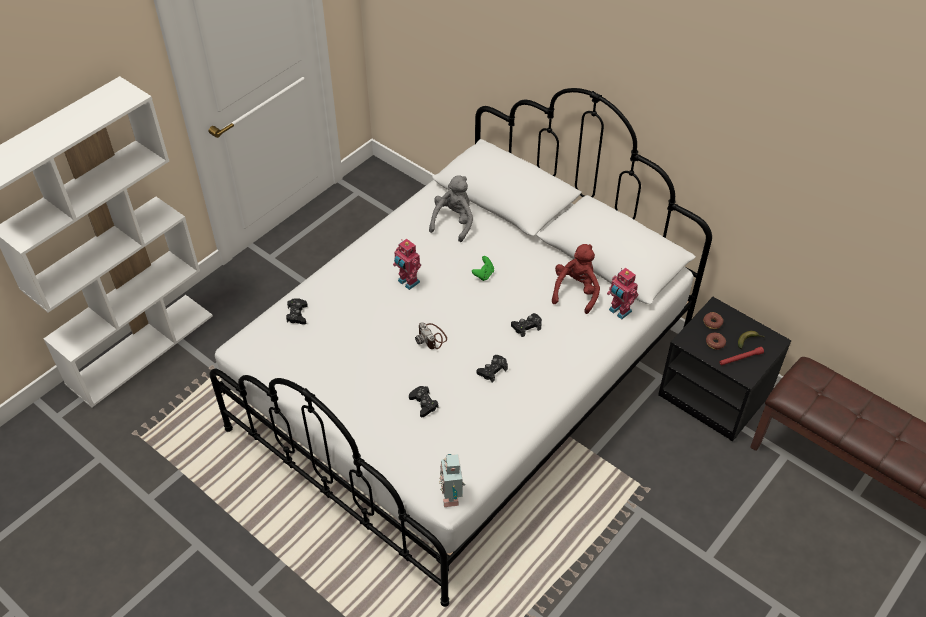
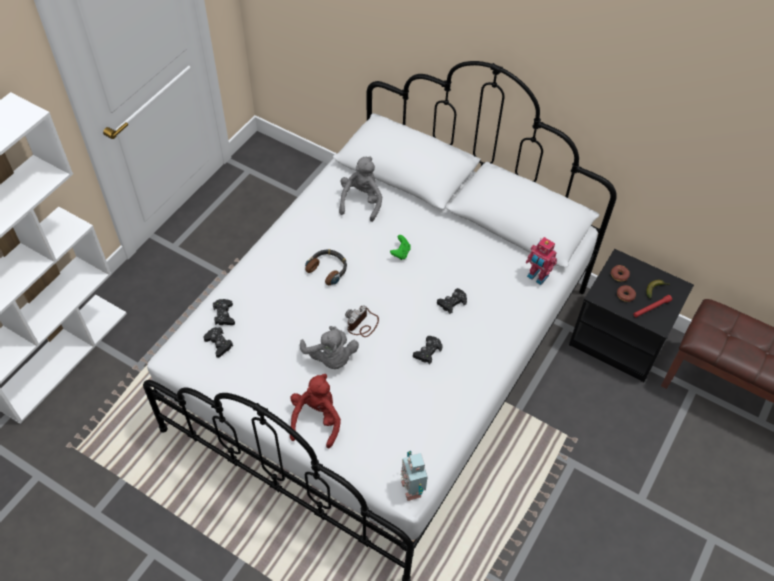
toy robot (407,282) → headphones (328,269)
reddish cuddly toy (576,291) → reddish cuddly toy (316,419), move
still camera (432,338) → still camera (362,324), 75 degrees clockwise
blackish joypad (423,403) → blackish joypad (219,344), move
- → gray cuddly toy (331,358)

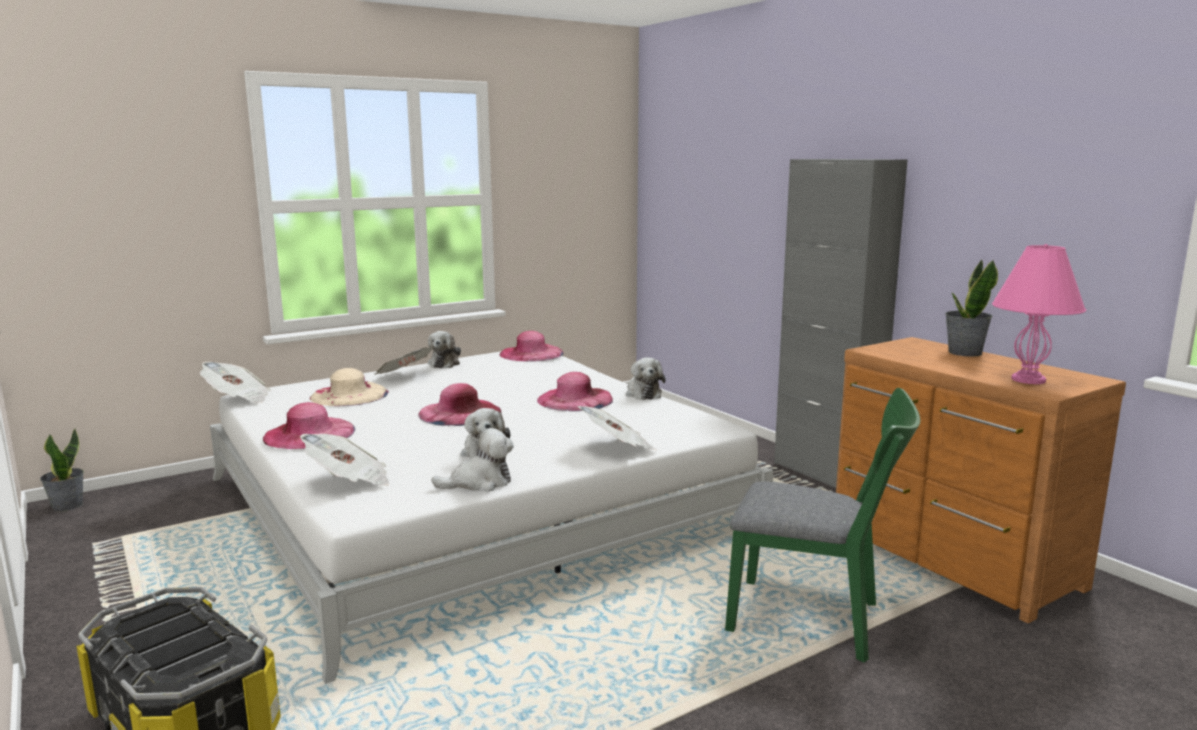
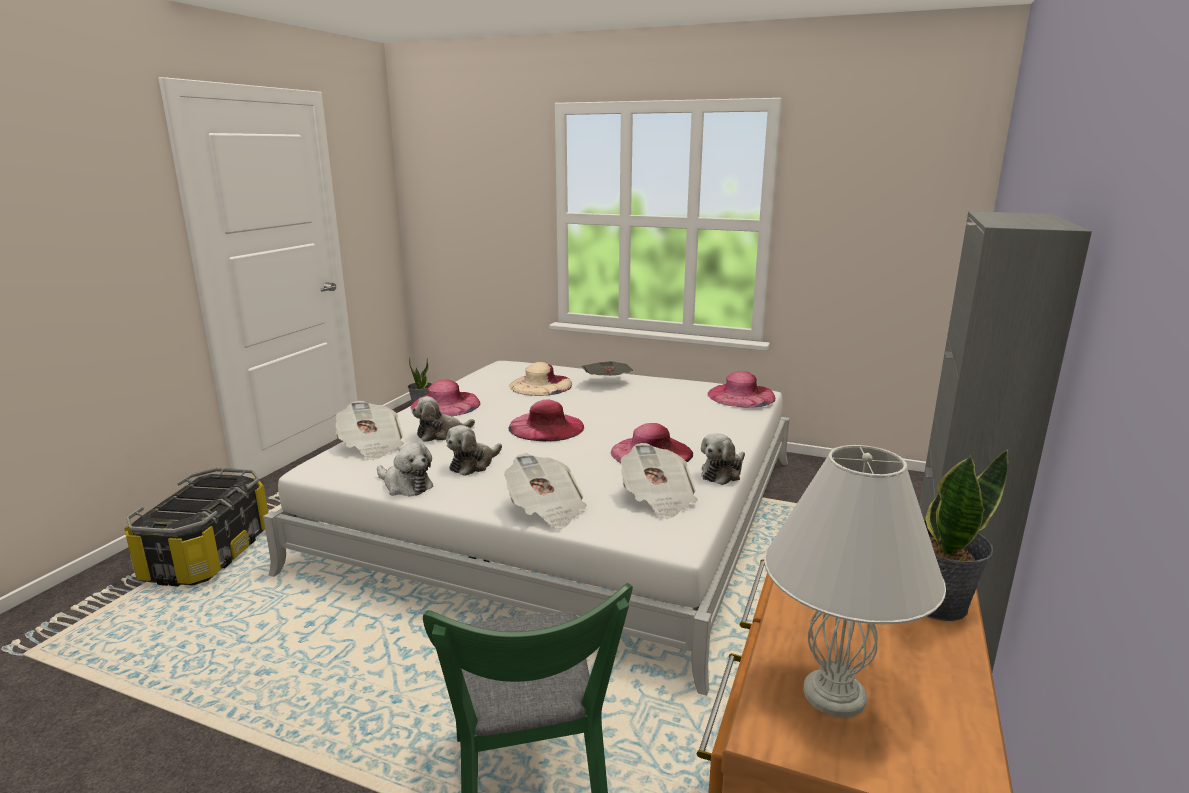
pink-coloured tabletop lamp (1028,379) → whitish tabletop lamp (835,694)
cuddly toy (445,363) → cuddly toy (441,434), move
daily paper (238,399) → daily paper (658,499), move

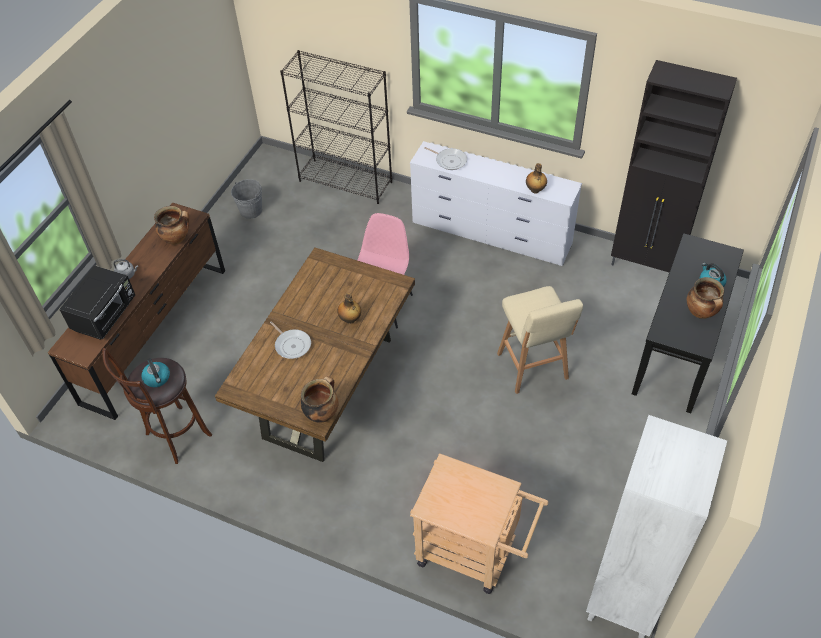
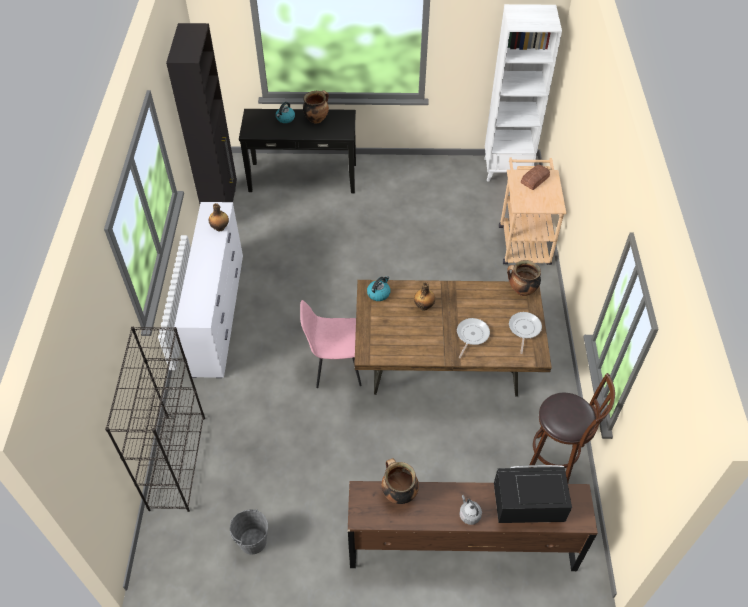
pan (449,160) → pan (524,329), move
beige stool seat (533,368) → -
tea kettle (157,378) → tea kettle (378,293), move
- → baked bread (535,180)

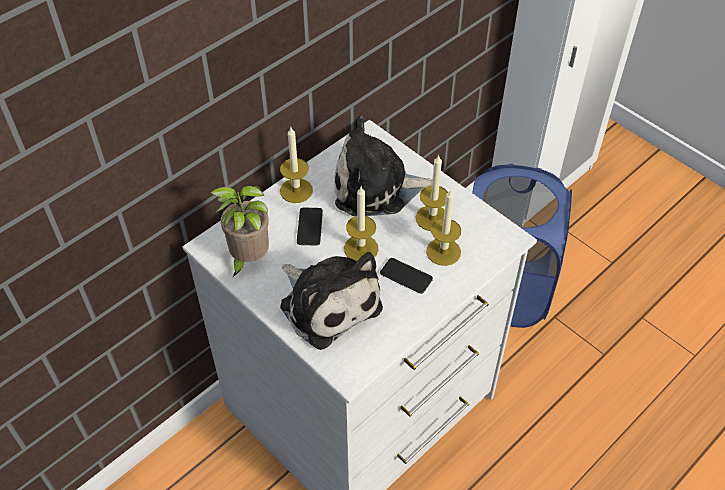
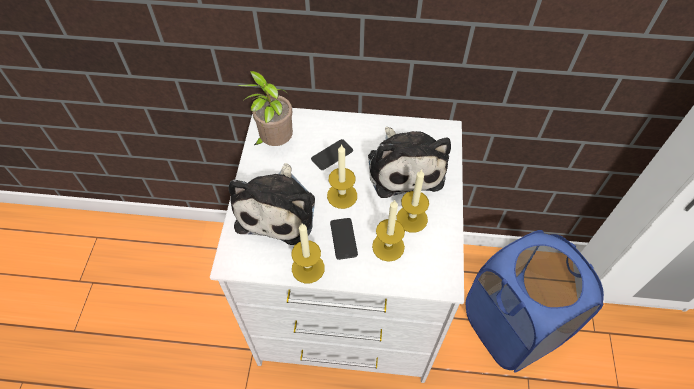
cuddly toy (376,187) → cuddly toy (404,167), 150 degrees counterclockwise
wax candle (296,190) → wax candle (308,268), move

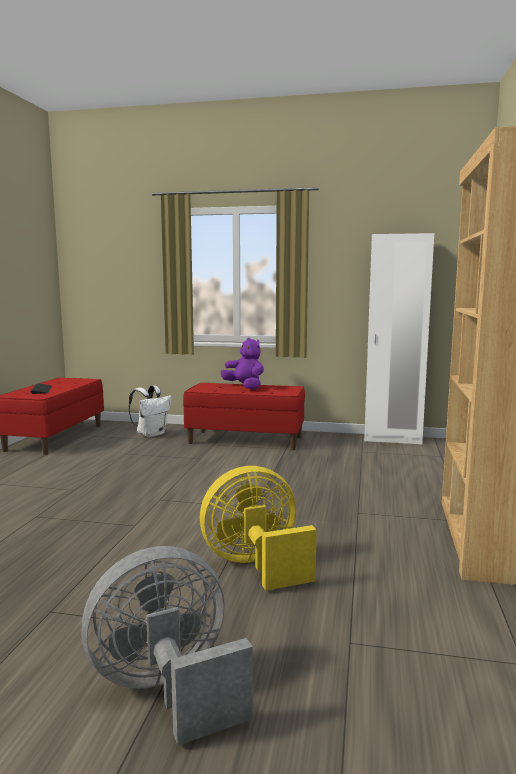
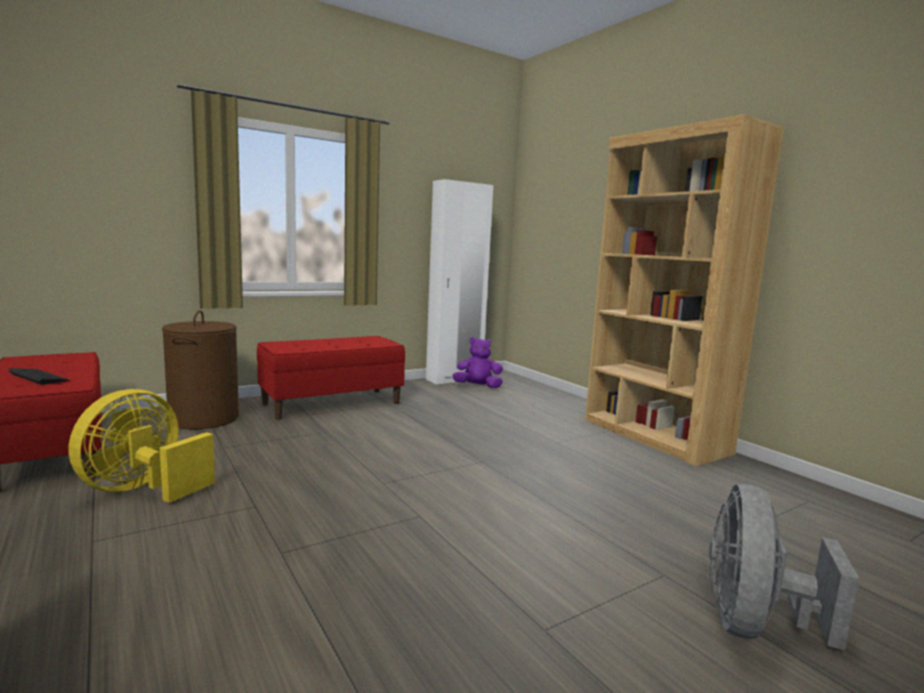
purple-coloured cuddly toy (245,387) → purple-coloured cuddly toy (478,386), move
whitish rucksack (151,434) → brown-coloured laundry basket (204,419)
yellow-coloured cooling fan (256,565) → yellow-coloured cooling fan (143,489), move

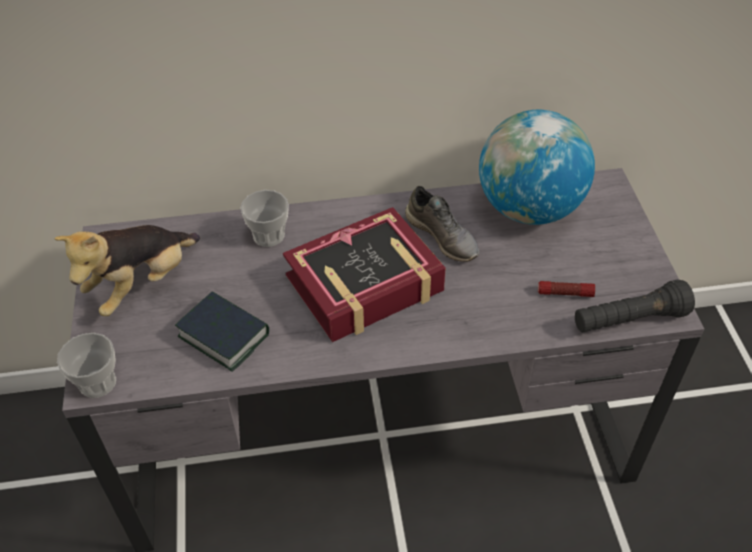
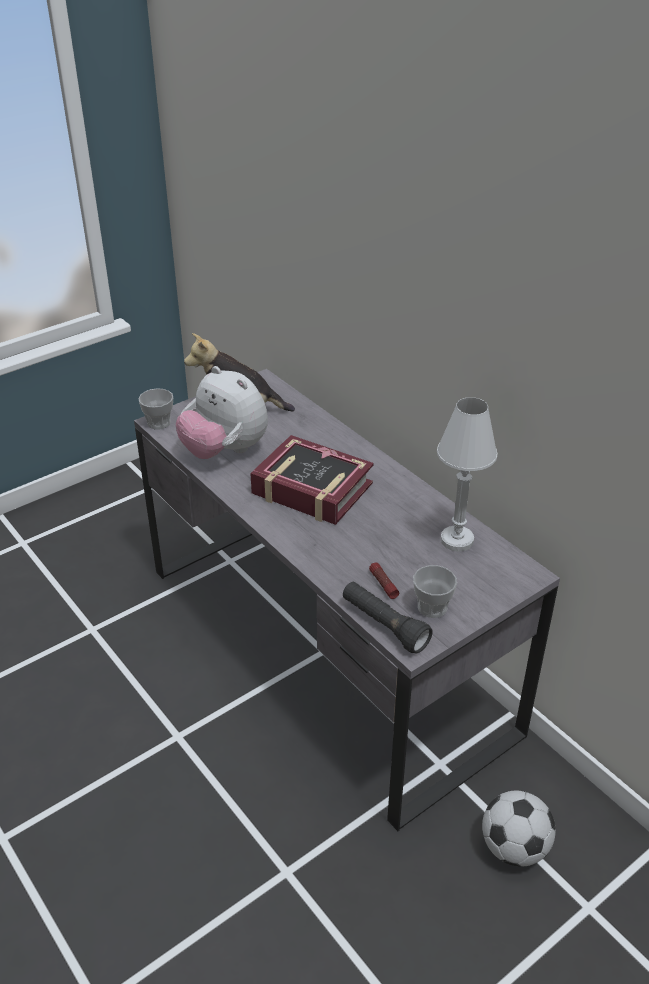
desk globe (528,209) → whitish tabletop lamp (457,540)
gray item of footwear (443,236) → -
cup (268,235) → cup (432,607), move
book (224,335) → cuddly toy (225,451)
- → ball for football (514,847)

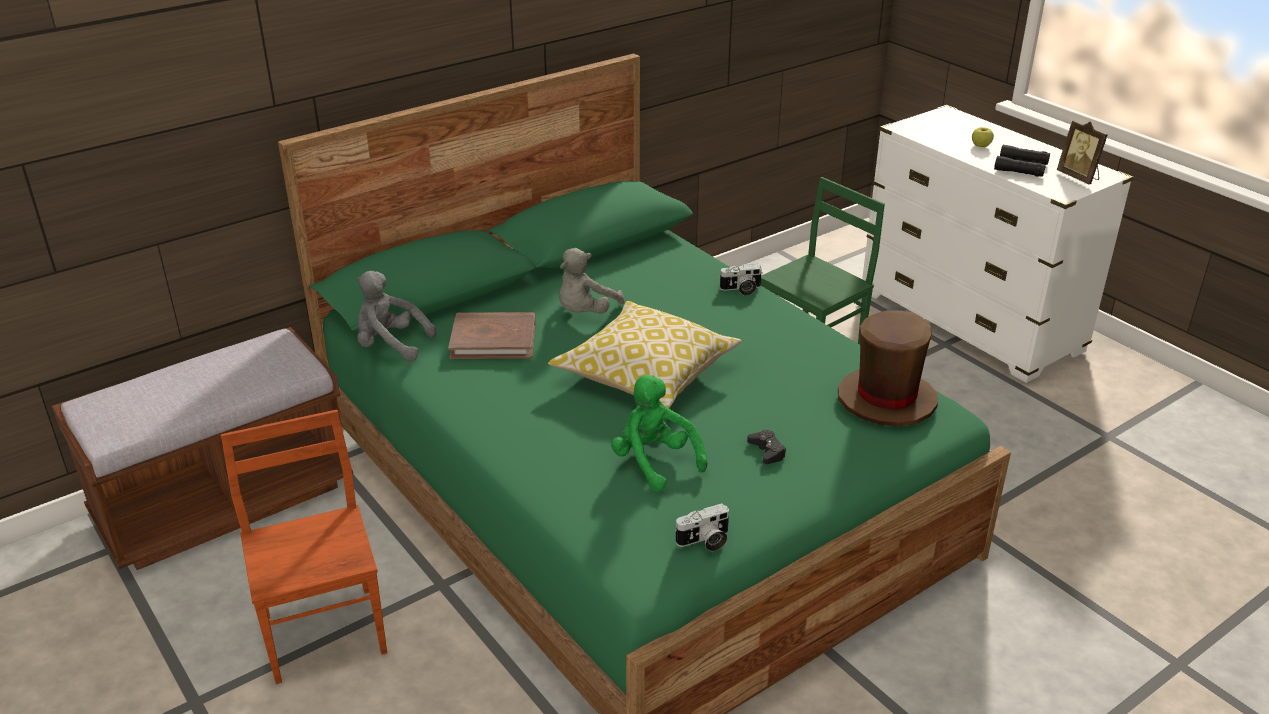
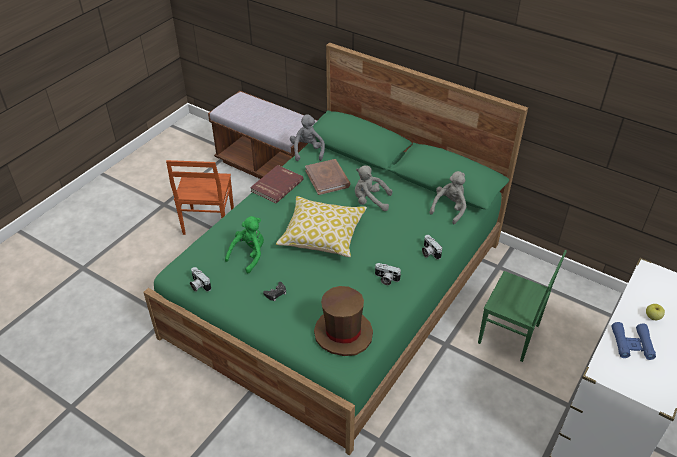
photo frame (1079,177) → -
blackish binoculars (1021,167) → blue binoculars (632,344)
brown-coloured upright chair (326,632) → brown-coloured upright chair (207,222), 135 degrees clockwise
- → reddish book (276,185)
- → gray cuddly toy (449,208)
- → still camera (386,279)

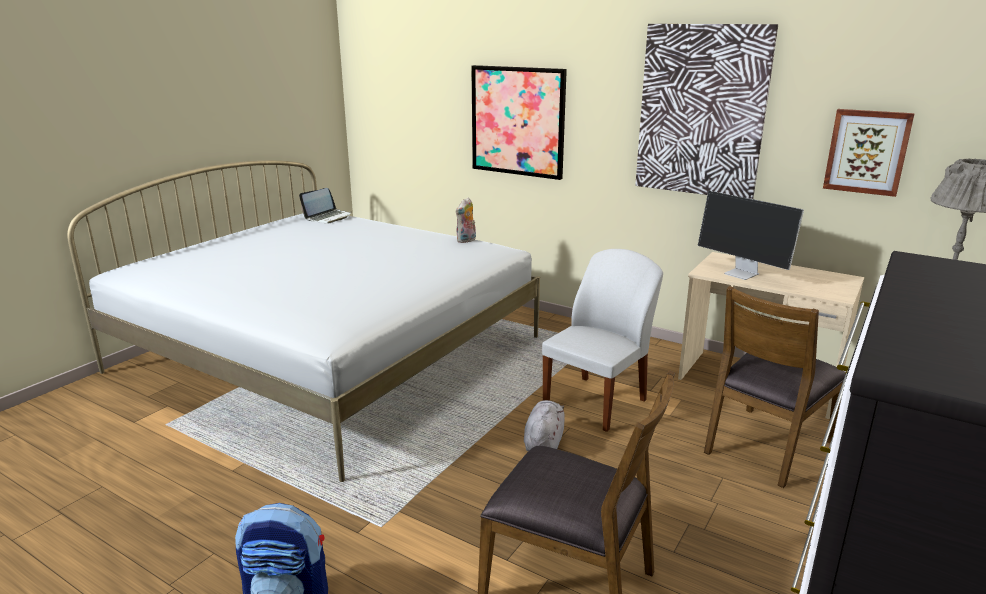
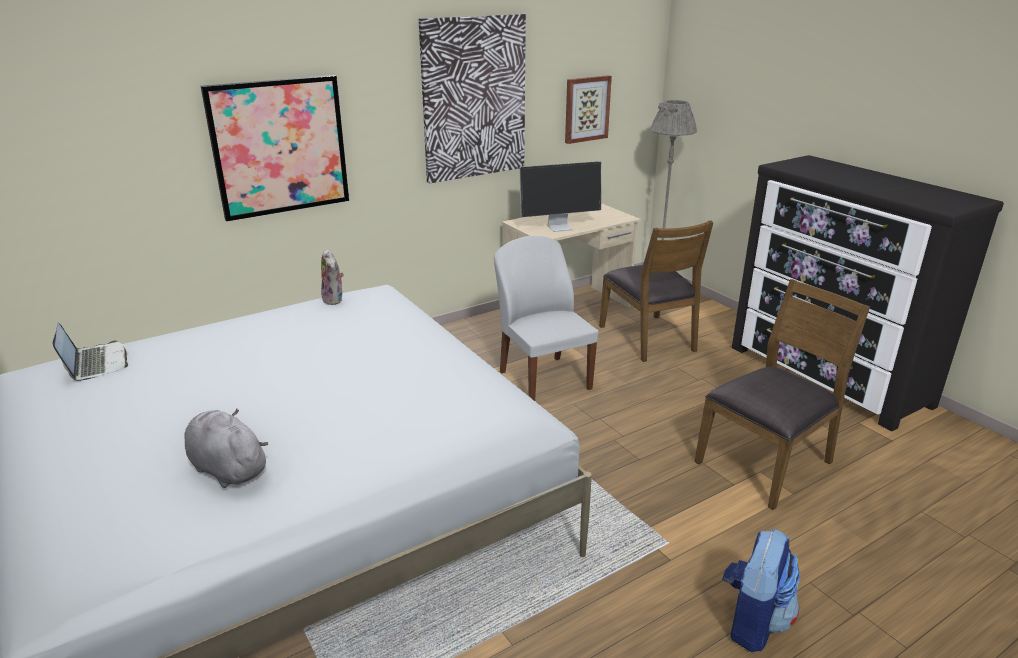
gray cuddly toy (544,443) → gray cuddly toy (227,468), move

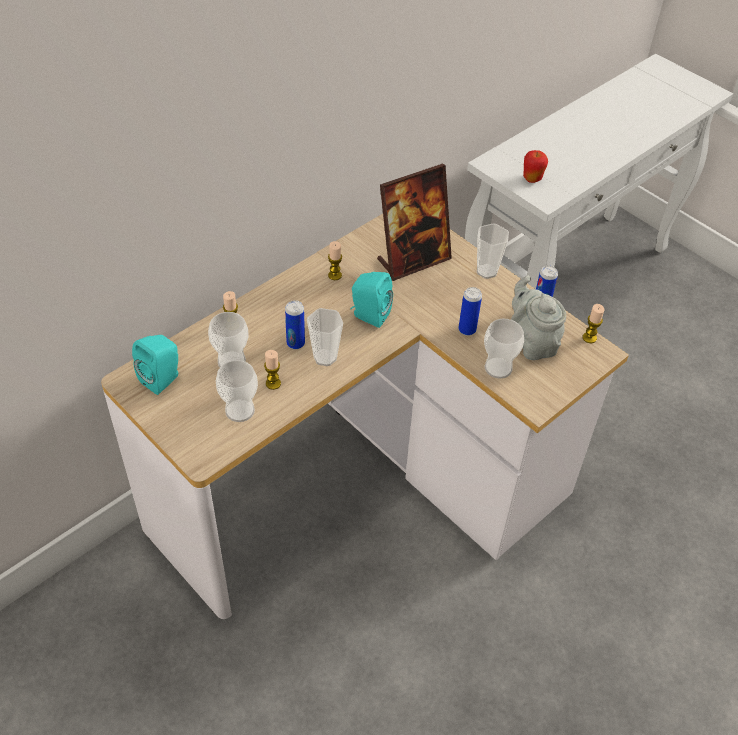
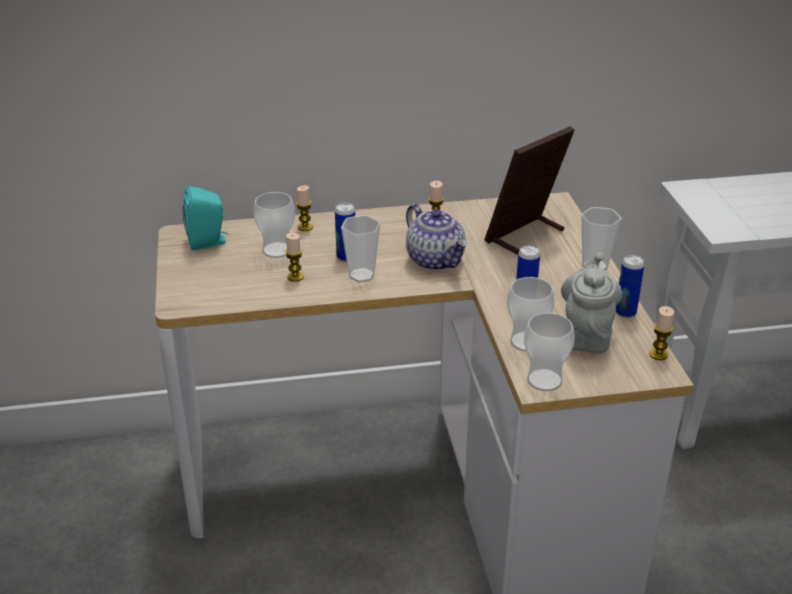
apple (532,178) → -
photo frame (413,260) → photo frame (525,235), 135 degrees clockwise
blue-green loudspeaker (368,315) → pot for tea (436,260)
cup (240,410) → cup (544,380), move

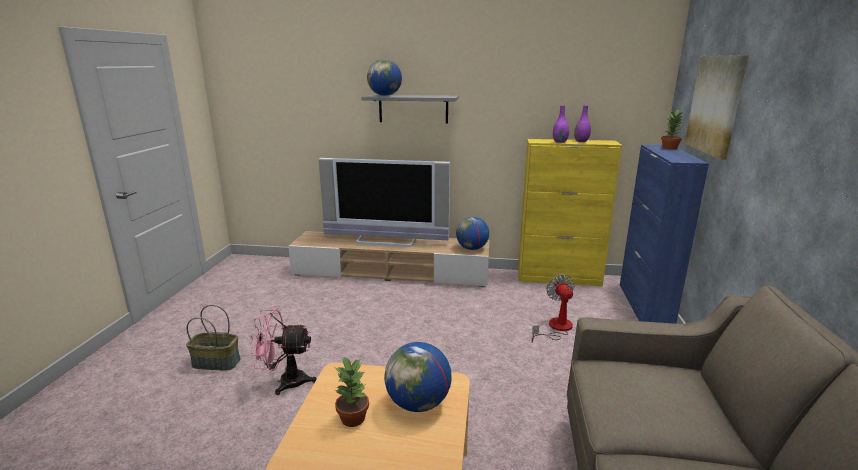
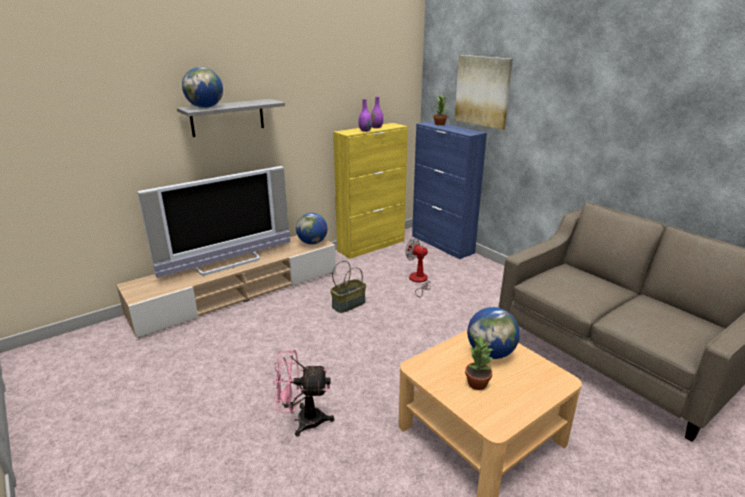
household basket (217,362) → household basket (348,304), move
pink-coloured cooling fan (285,381) → pink-coloured cooling fan (302,420), 45 degrees clockwise

